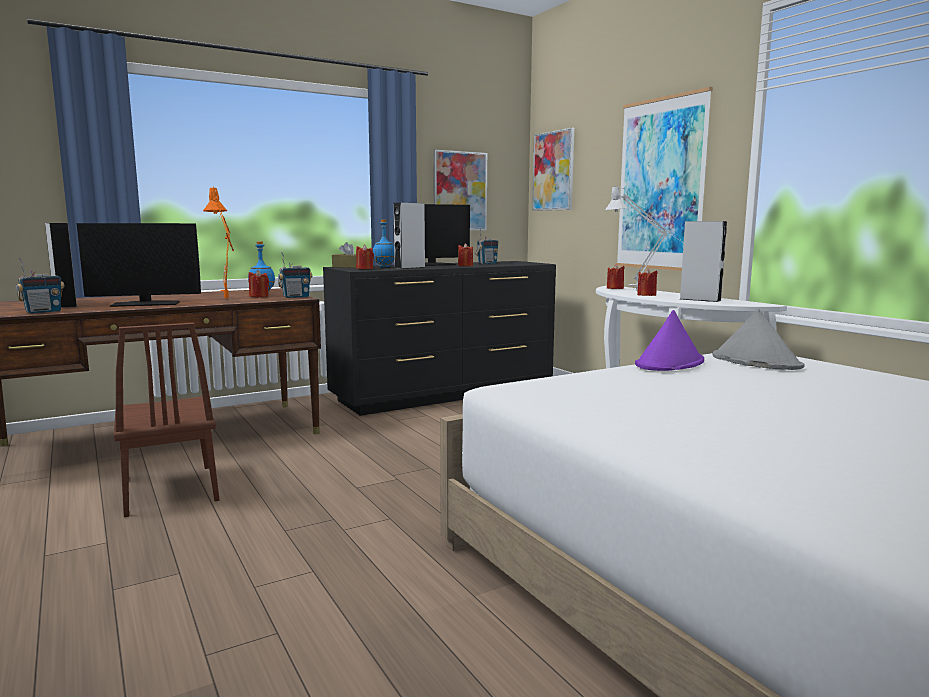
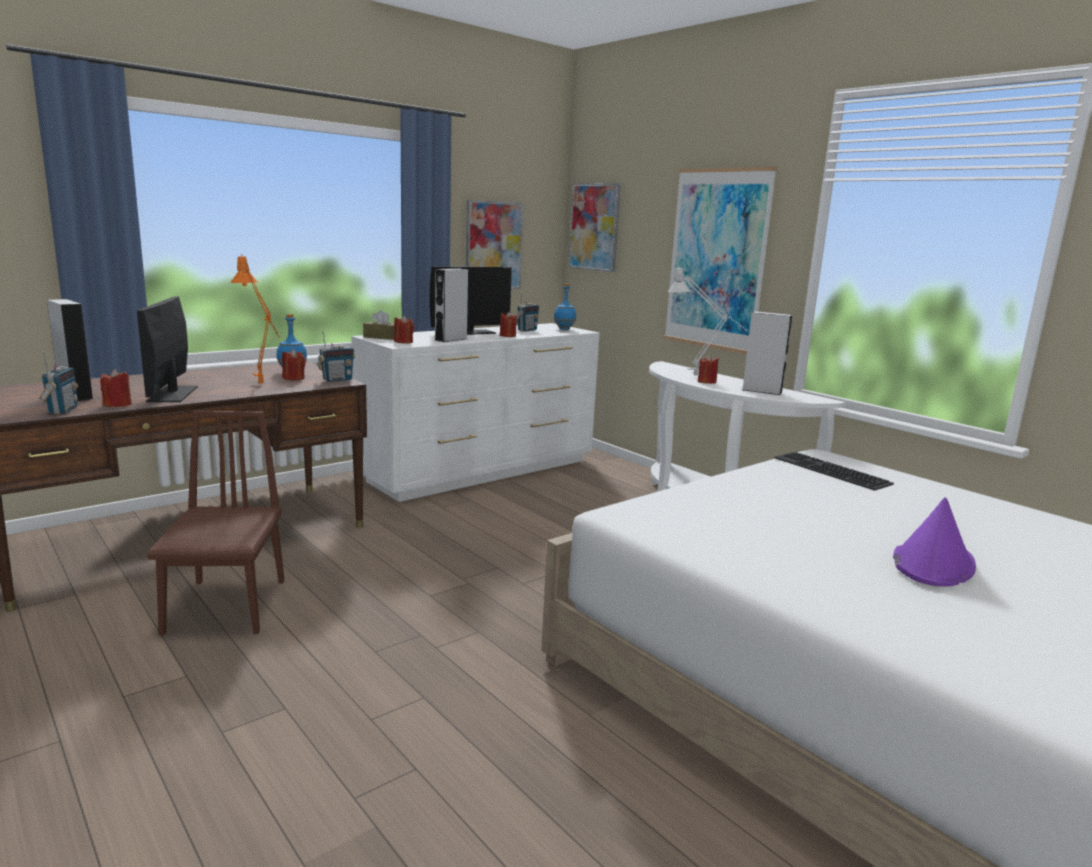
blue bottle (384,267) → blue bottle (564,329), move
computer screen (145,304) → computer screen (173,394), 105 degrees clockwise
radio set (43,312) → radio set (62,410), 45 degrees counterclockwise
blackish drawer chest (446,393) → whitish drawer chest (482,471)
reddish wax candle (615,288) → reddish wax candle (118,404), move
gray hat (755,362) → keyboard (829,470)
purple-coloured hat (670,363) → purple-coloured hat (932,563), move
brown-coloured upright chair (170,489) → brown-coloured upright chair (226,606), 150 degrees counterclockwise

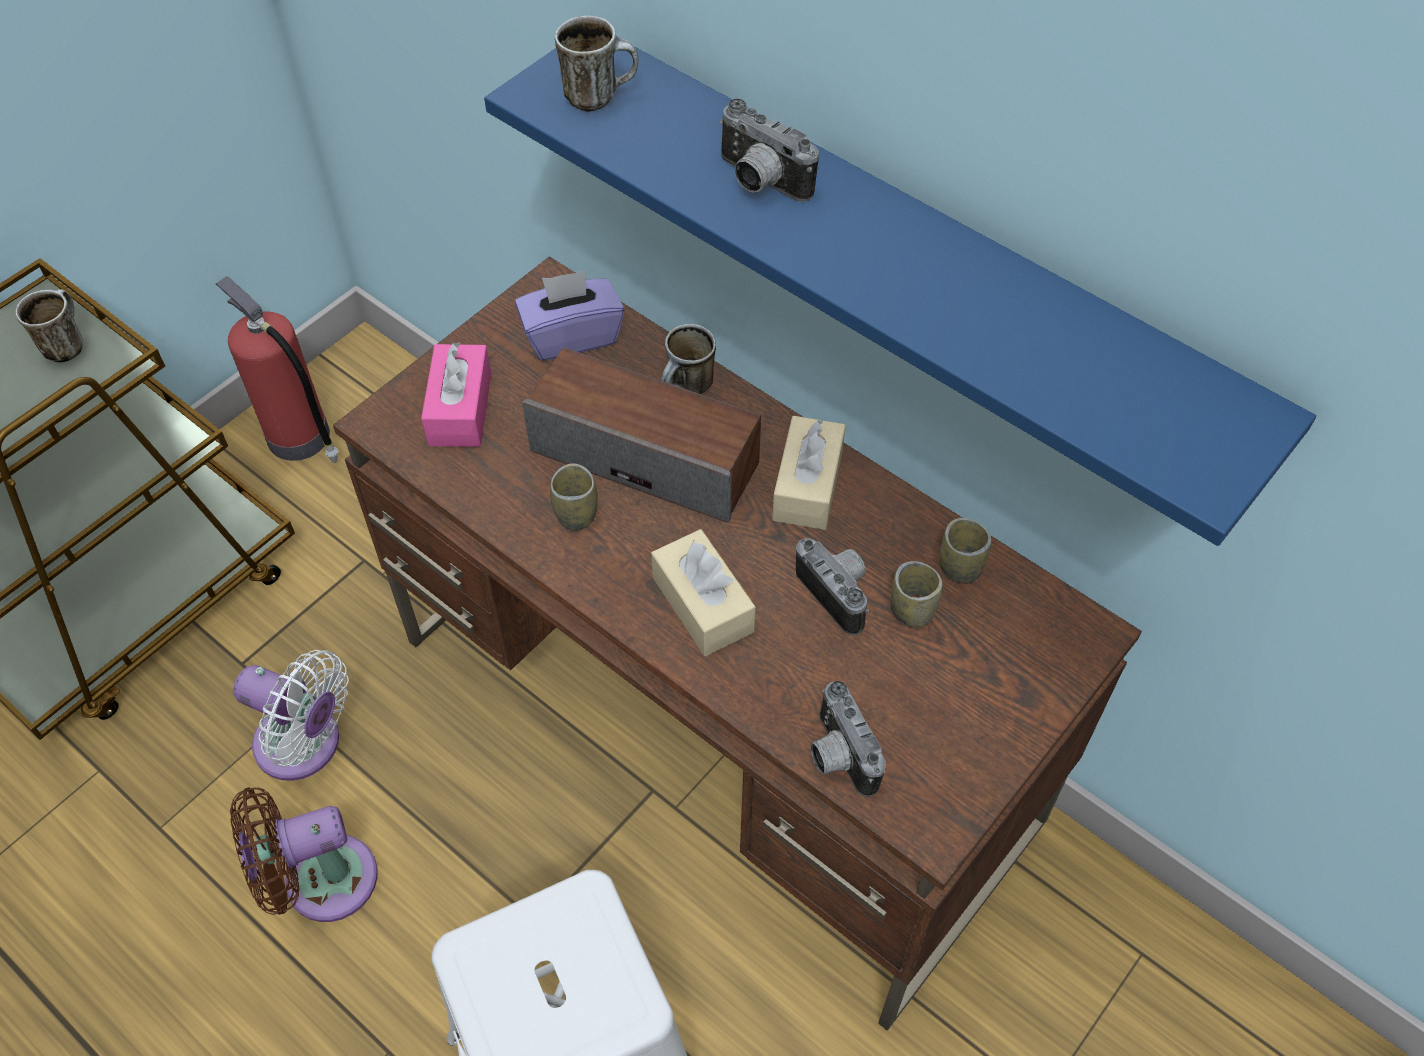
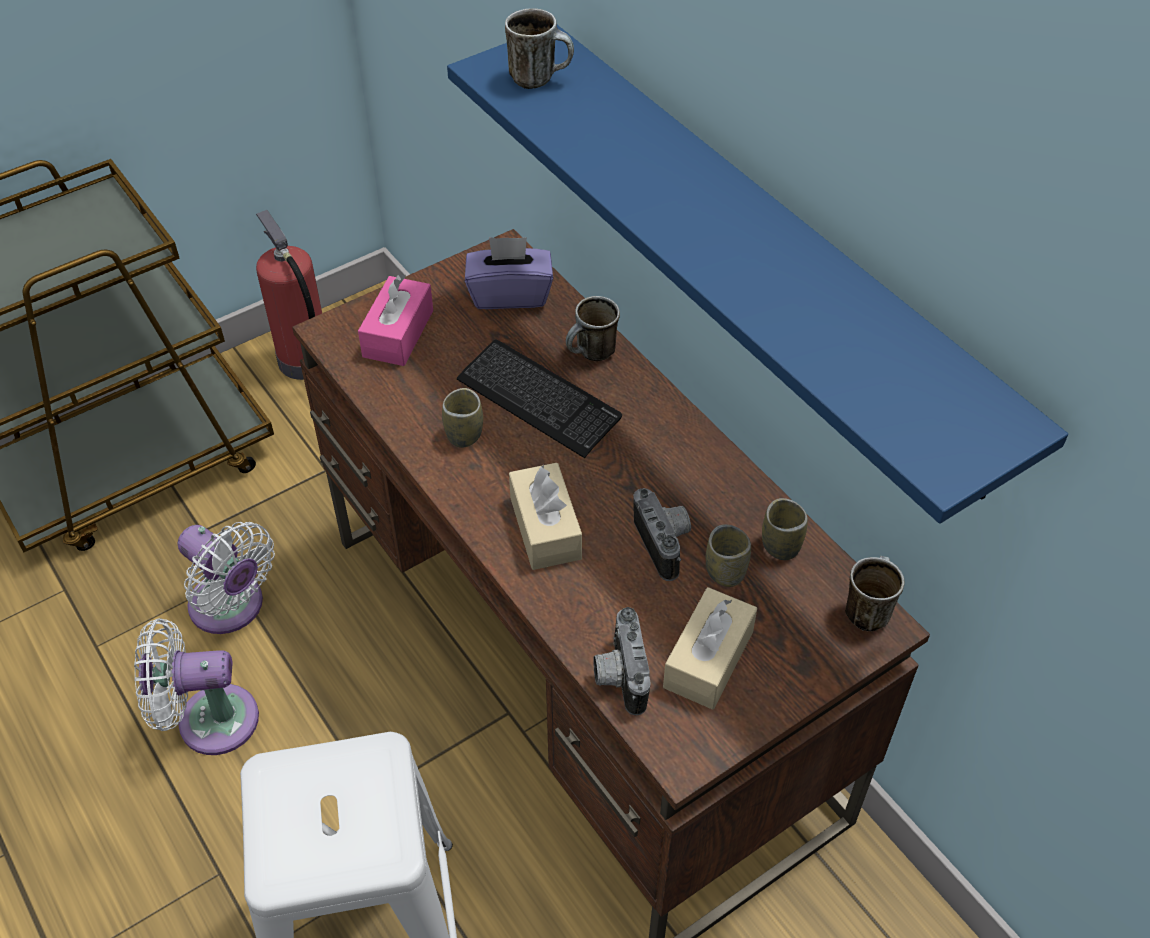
still camera (759,182) → -
tea mug (65,344) → tea mug (866,608), move
loudspeaker (646,456) → keyboard (538,400)
beige tissue box (807,485) → beige tissue box (708,659), move
brown-coloured cooling fan (320,882) → whitish cooling fan (209,720)

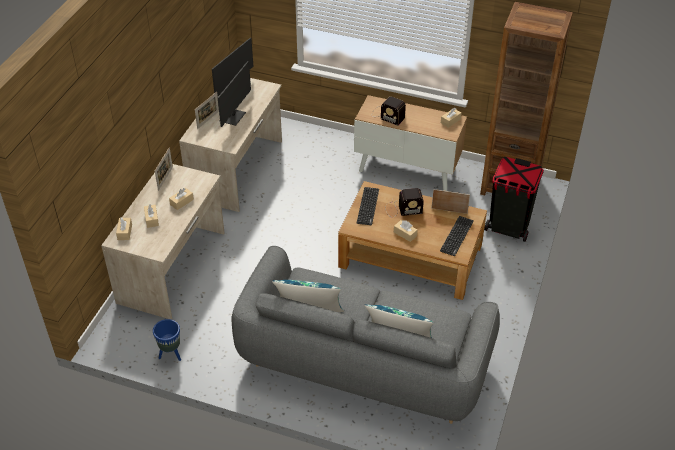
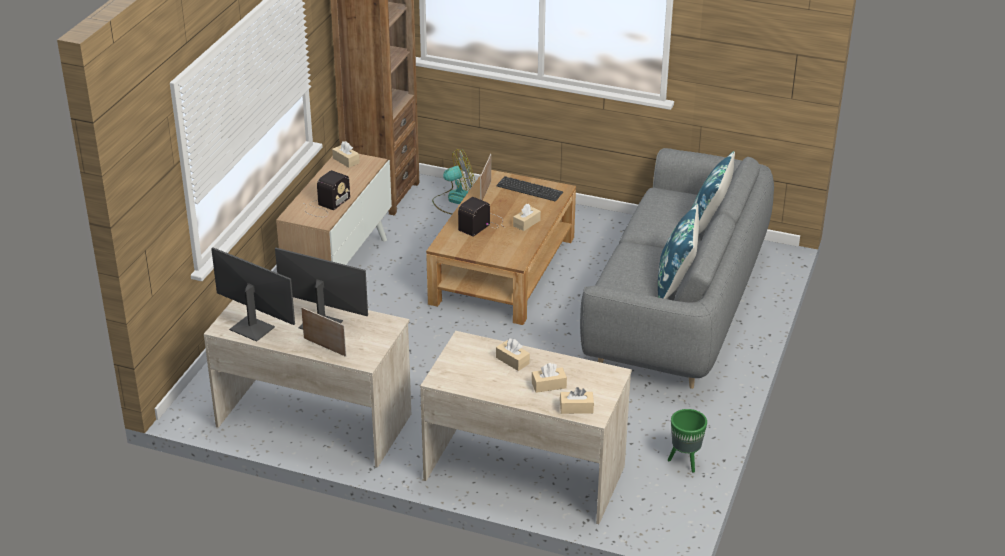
photo frame (165,178) → -
blackish trash can (508,227) → cooling fan (455,200)
keyboard (368,206) → -
radio set (402,209) → radio set (482,224), 135 degrees counterclockwise
blue plant pot (170,354) → green-coloured plant pot (685,462)

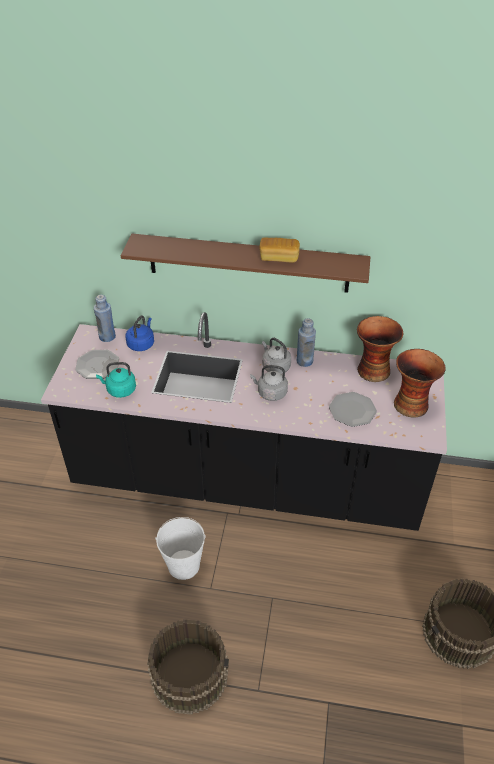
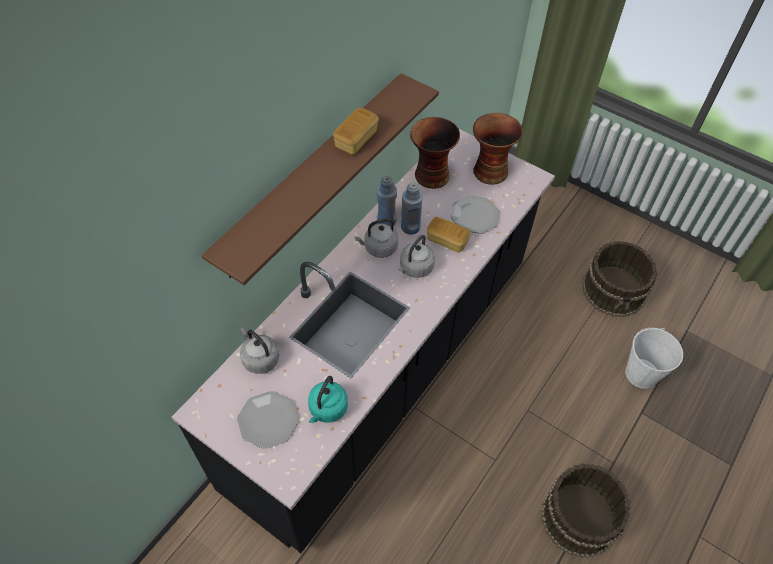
blue bottle (107,337) → blue bottle (410,227), move
blue tea kettle (141,343) → gray tea kettle (259,358)
whitish water bucket (184,565) → whitish water bucket (642,374), move
- → baked bread (447,240)

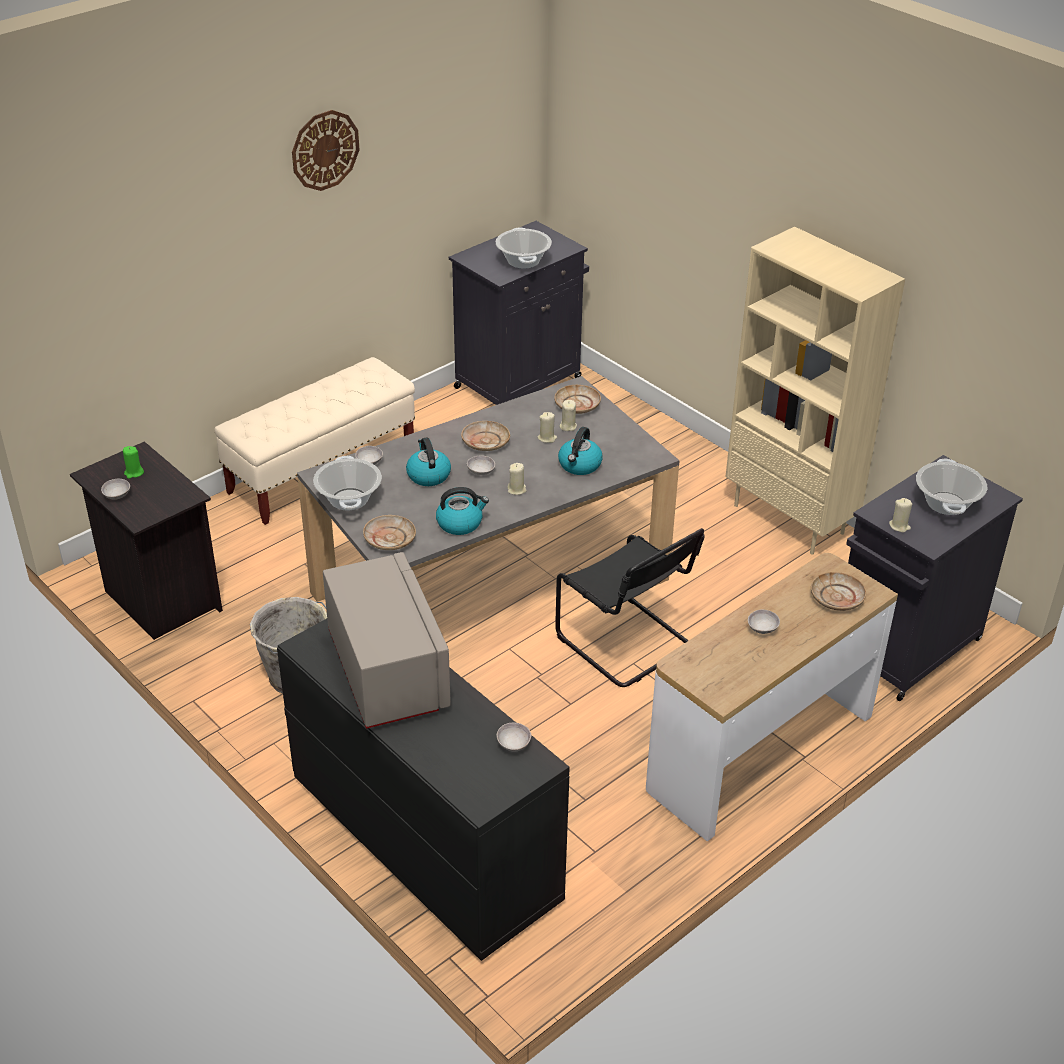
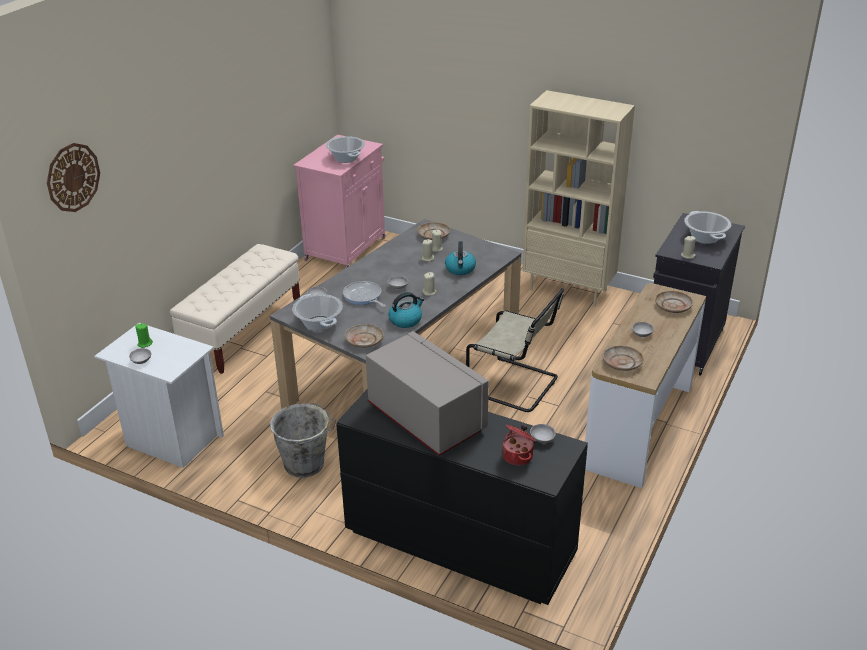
hanging clock (325,150) → hanging clock (73,177), move
blackish cabinet (520,382) → pink-coloured cabinet (346,248)
beige dinner plate (485,442) → beige dinner plate (622,363), move
tea kettle (428,475) → pan (363,297)
blackish night table (159,599) → whitish night table (171,440)
blackish upright chair (627,644) → beige upright chair (516,386)
- → stockpot (518,456)

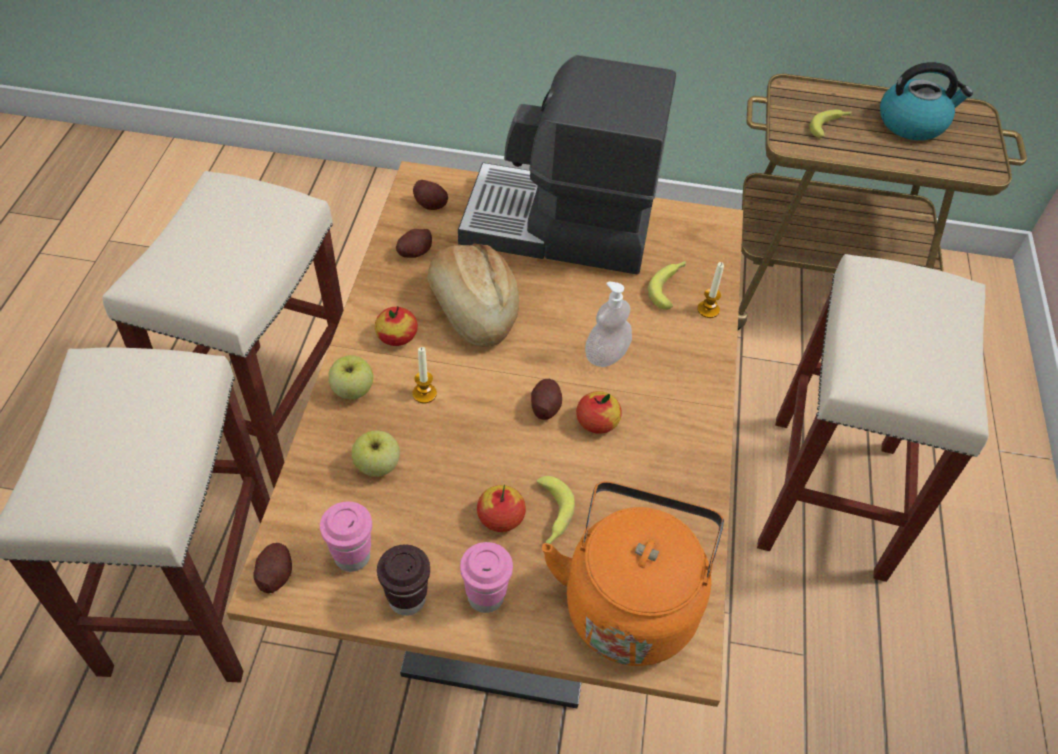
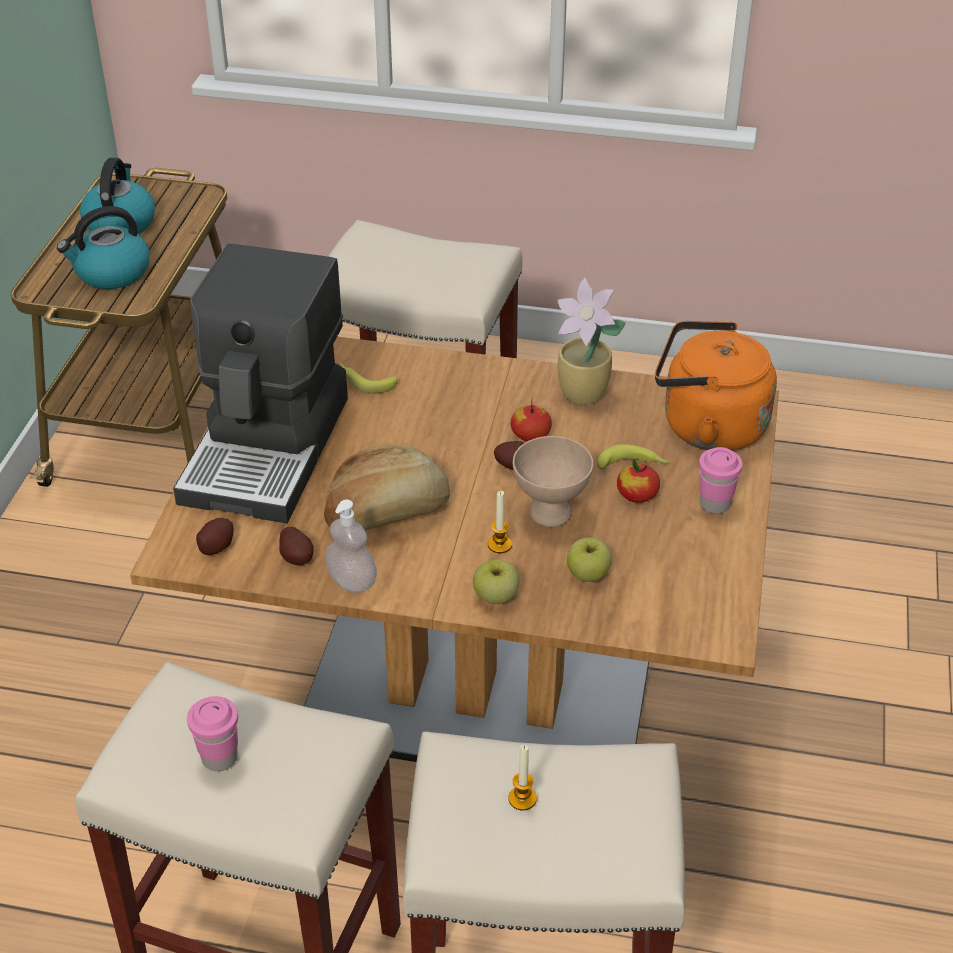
banana fruit (830,126) → tea kettle (111,273)
wax candle (708,310) → wax candle (522,799), move
soap bottle (606,355) → soap bottle (352,581), move
apple (397,336) → -
pink-coloured cup (352,556) → pink-coloured cup (219,758), move
spud (275,575) → -
brown-coloured cup (407,599) → -
- → potted plant (584,394)
- → beige bowl (552,513)

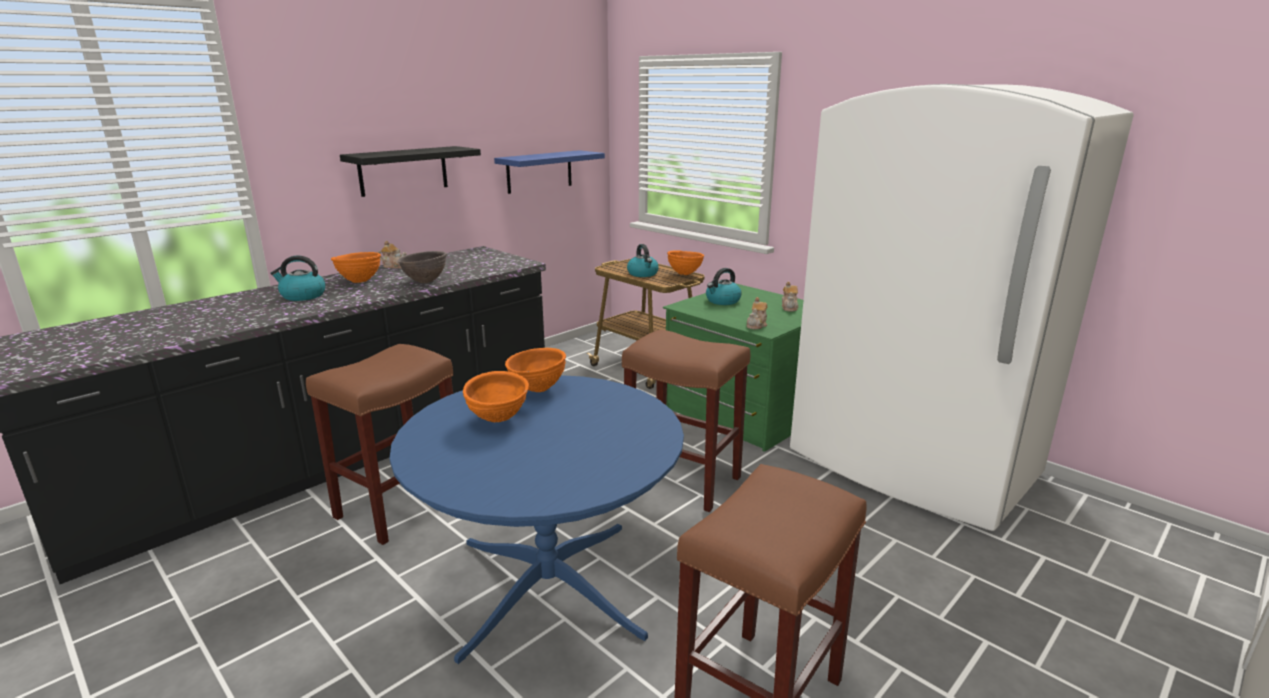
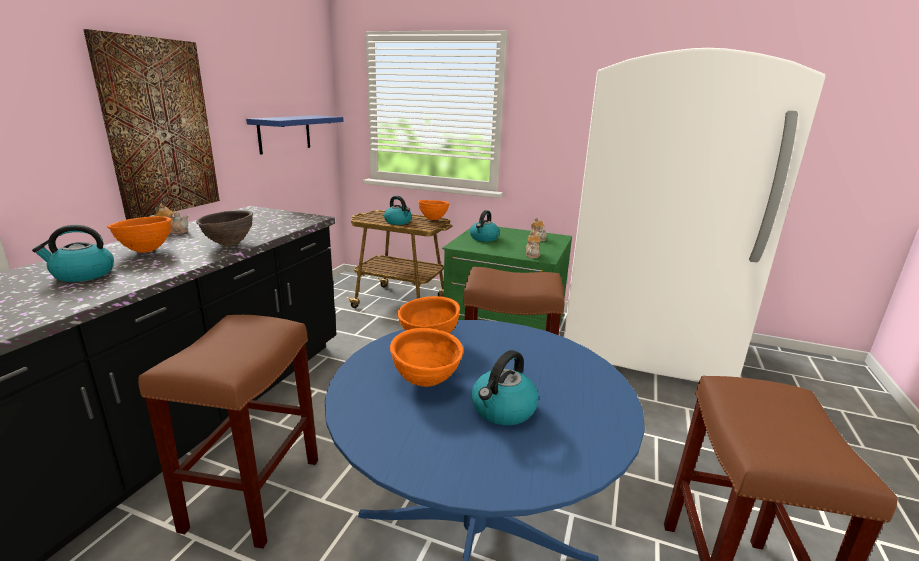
blackish wall shelf (403,171) → wall picture (160,128)
- → tea kettle (503,410)

